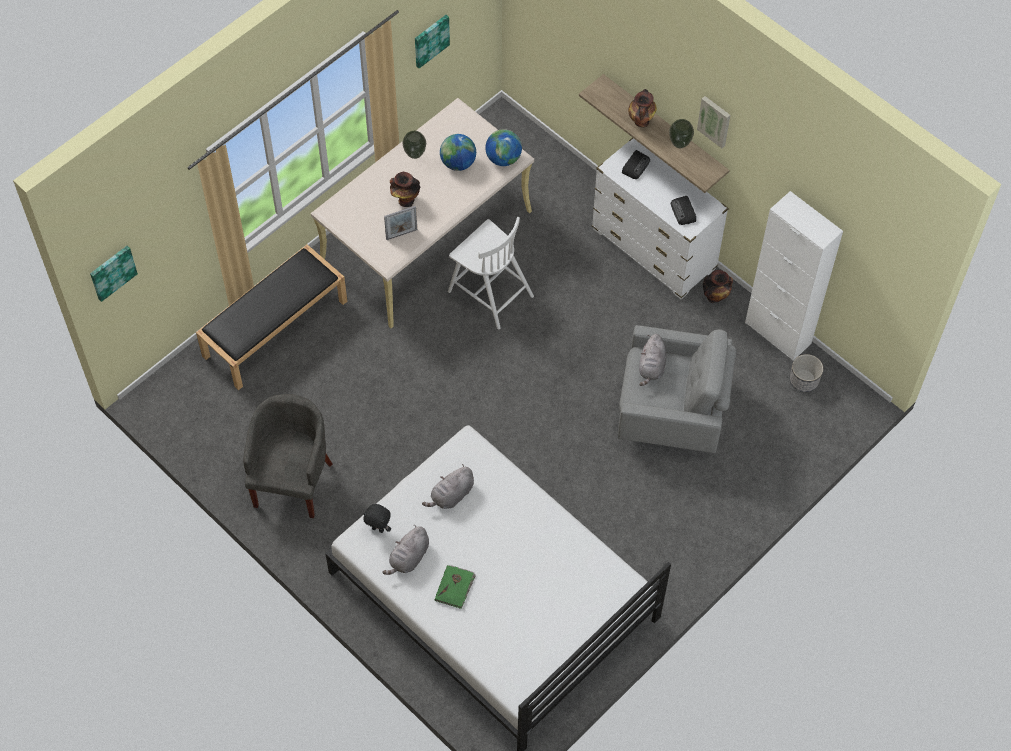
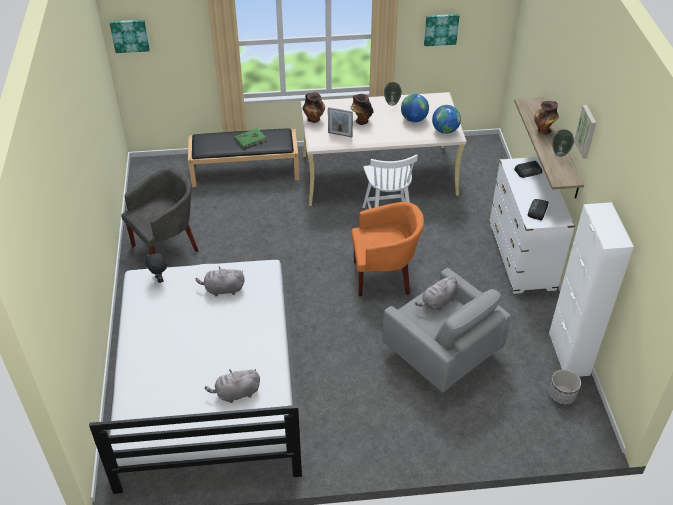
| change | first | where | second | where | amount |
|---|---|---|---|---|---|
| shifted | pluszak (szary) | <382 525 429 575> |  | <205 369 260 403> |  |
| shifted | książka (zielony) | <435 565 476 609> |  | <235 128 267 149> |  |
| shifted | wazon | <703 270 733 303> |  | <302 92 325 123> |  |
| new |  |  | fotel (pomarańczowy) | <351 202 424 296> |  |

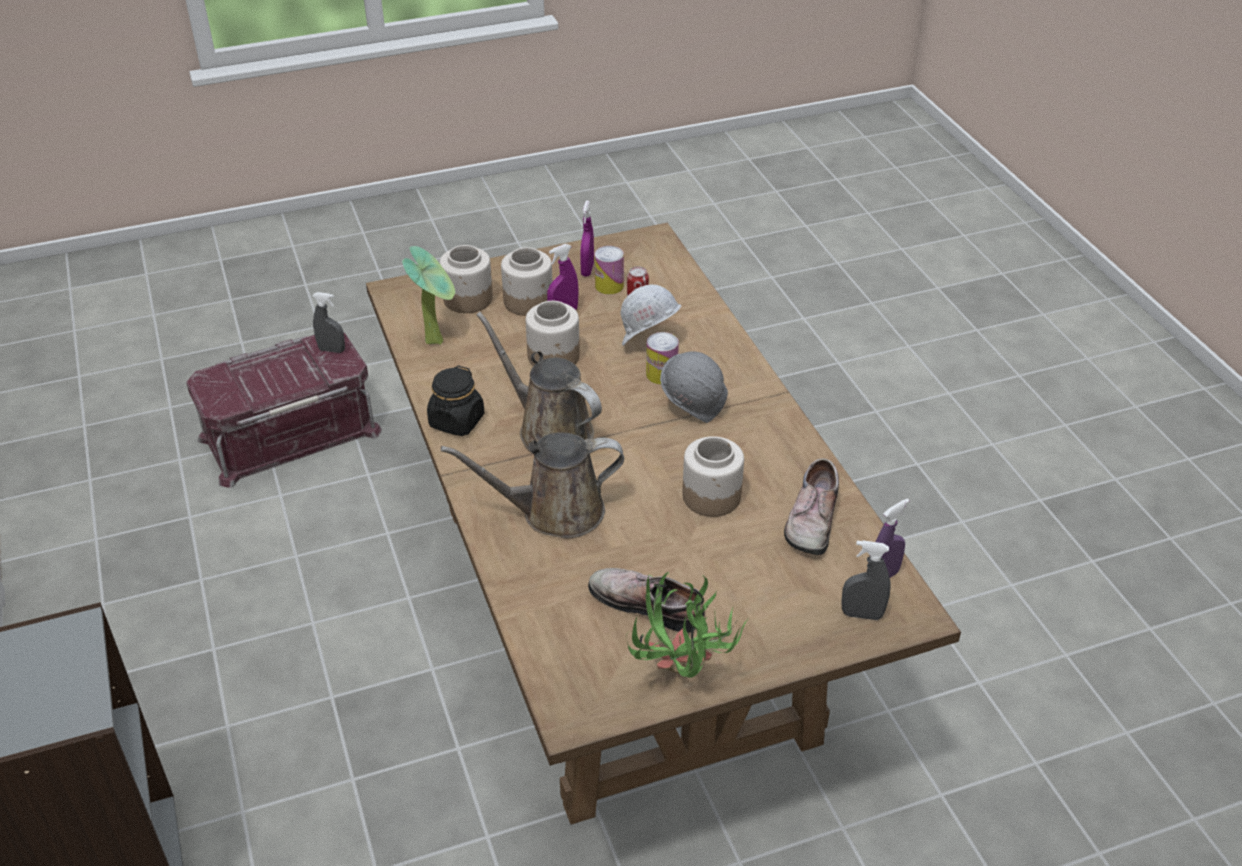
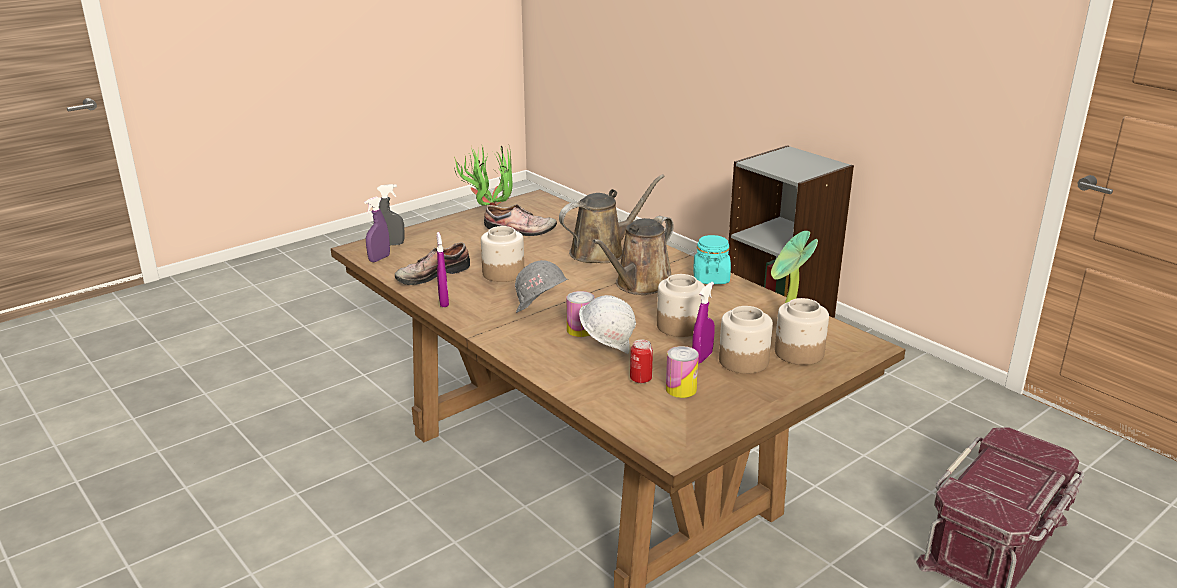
| change | first | where | second | where | amount |
|---|---|---|---|---|---|
| gone | spryskiwacz (szary) | <313 292 345 353> |  |  |  |
| repainted | słoik (czarny) | <427 365 484 436> | słoik (turkusowy) | <693 235 731 284> |  |
| rotated | konewka (brązowy) | <477 312 602 453> |  | <592 216 674 295> | 105 degrees clockwise |
| shifted | spryskiwacz (fioletowy) | <580 200 594 276> |  | <437 232 449 307> |  |
| rotated | but | <784 458 839 555> |  | <395 242 470 285> | 120 degrees counterclockwise |

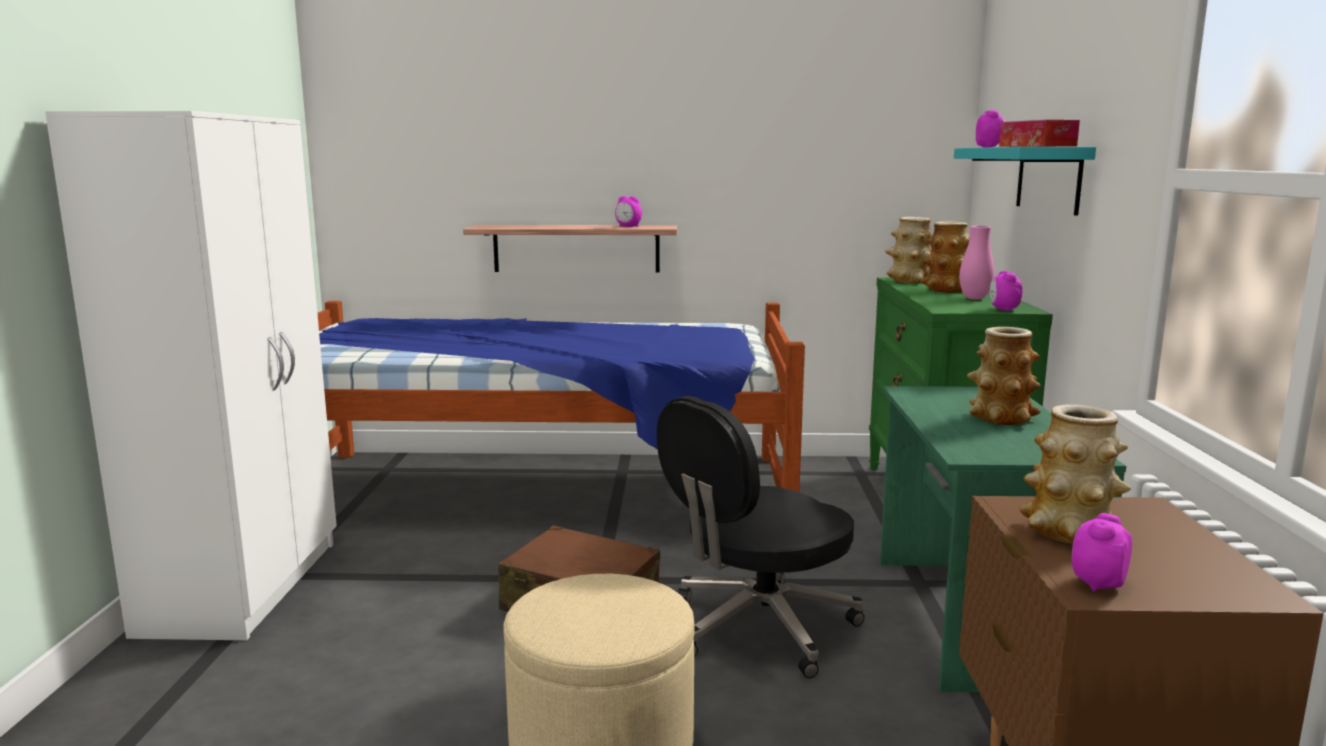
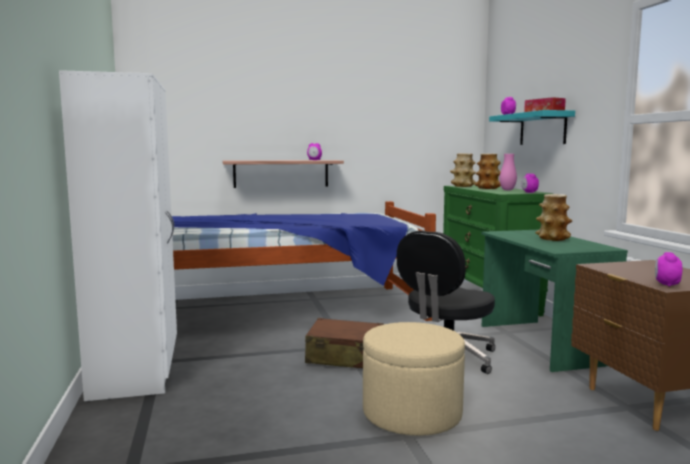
| change | first | where | second | where | amount |
|---|---|---|---|---|---|
| gone | wazon | <1019 404 1131 544> |  |  |  |

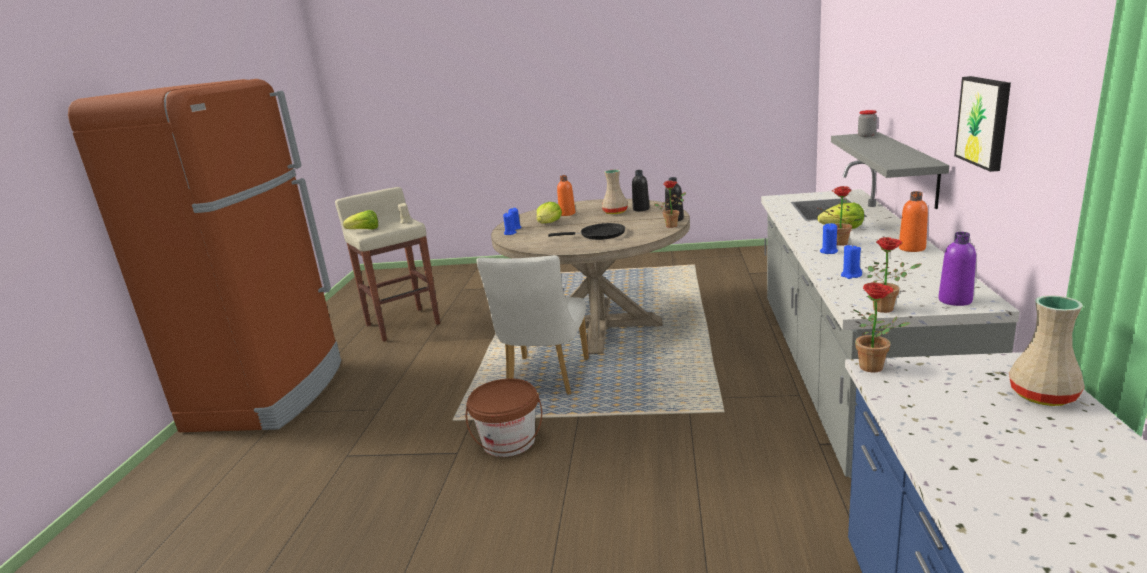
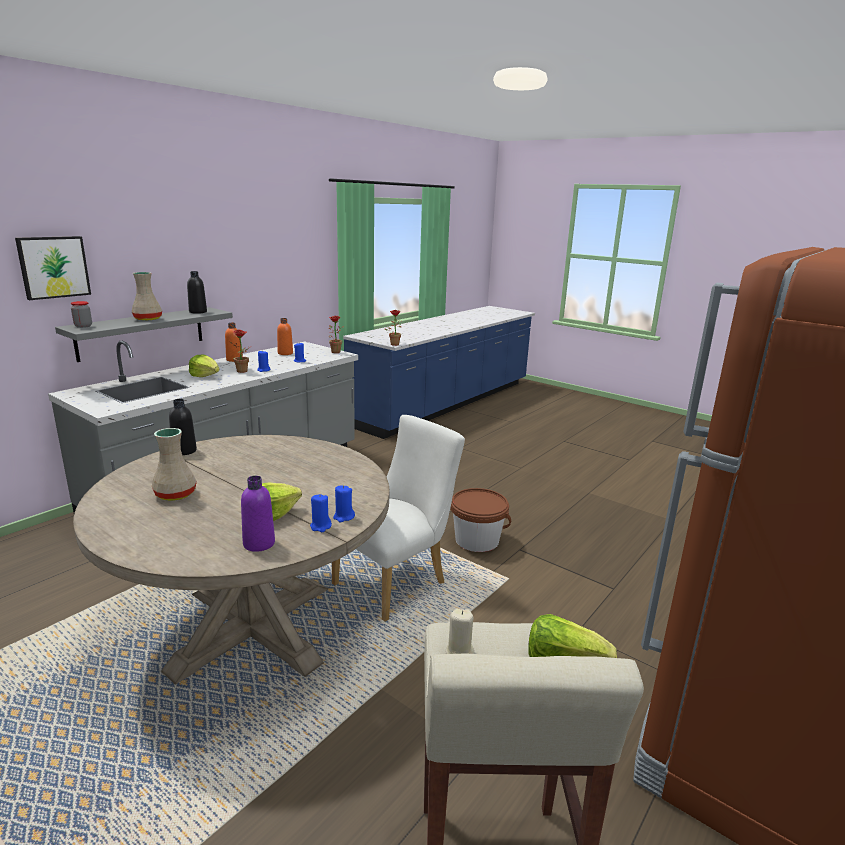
| change | first | where | second | where | amount |
|---|---|---|---|---|---|
| gone | patelnia (czarny) | <548 223 625 240> |  |  |  |
| shifted | butelka (pomarańczowy) | <557 175 575 216> |  | <277 318 293 355> |  |
| shifted | butelka (czarny) | <632 170 650 211> |  | <187 271 207 314> |  |
| gone | roślina doniczkowa | <654 181 686 228> |  |  |  |
| shifted | butelka (fioletowy) | <938 232 976 306> |  | <241 476 275 552> |  |
| shifted | obraz | <954 76 1011 172> |  | <15 236 91 300> |  |
| shifted | wazon (beżowy) | <1009 295 1085 406> |  | <132 272 162 321> |  |

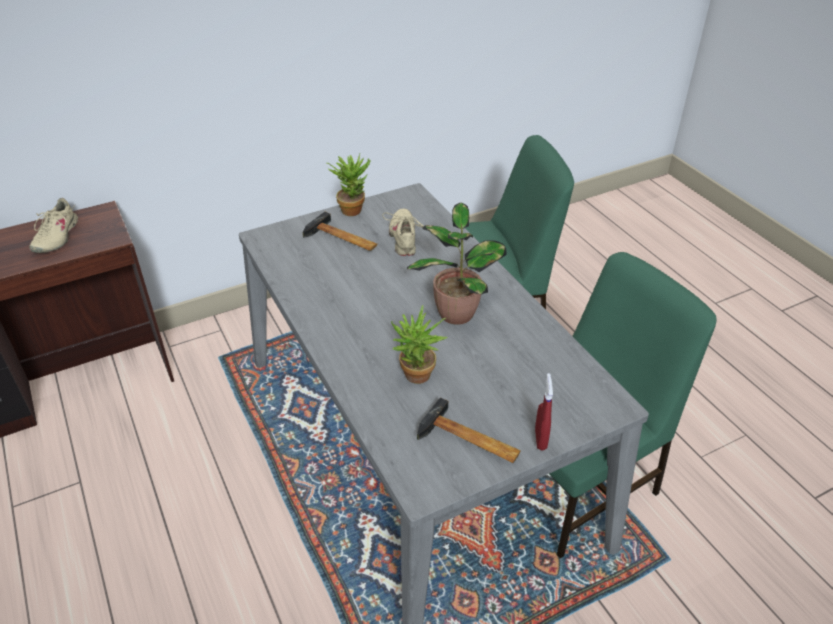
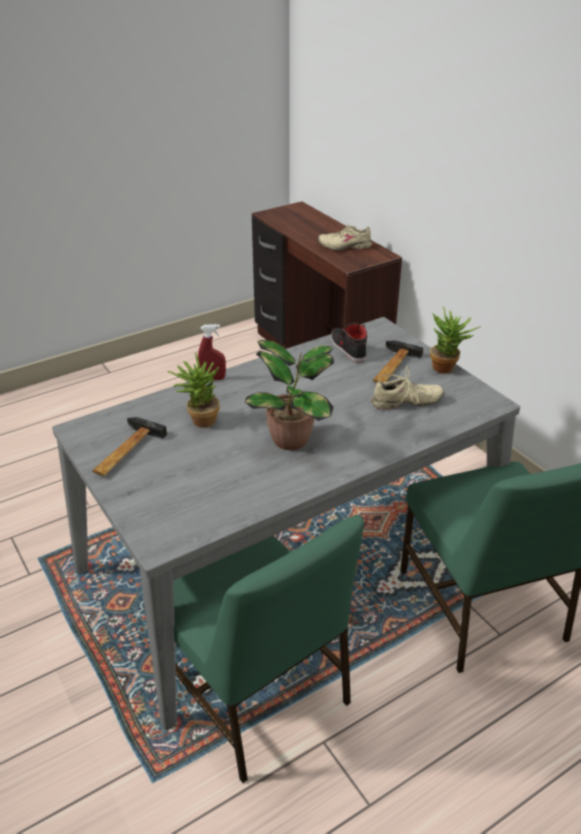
| change | first | where | second | where | amount |
|---|---|---|---|---|---|
| shifted | spryskiwacz (czerwony) | <535 373 553 451> |  | <198 324 226 380> |  |
| new |  |  | but (czarny) | <331 322 367 363> |  |

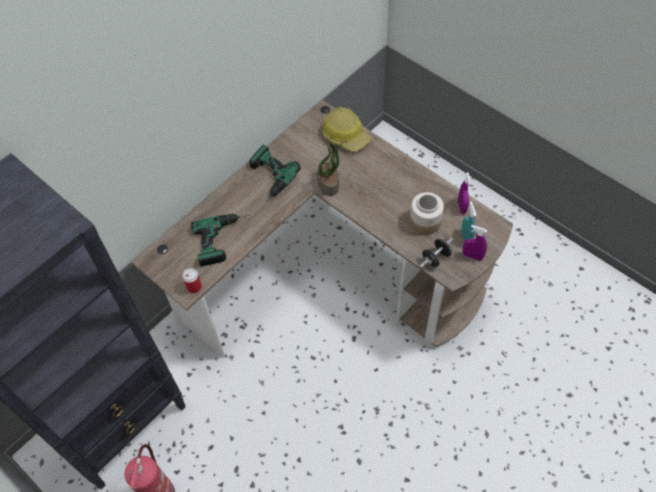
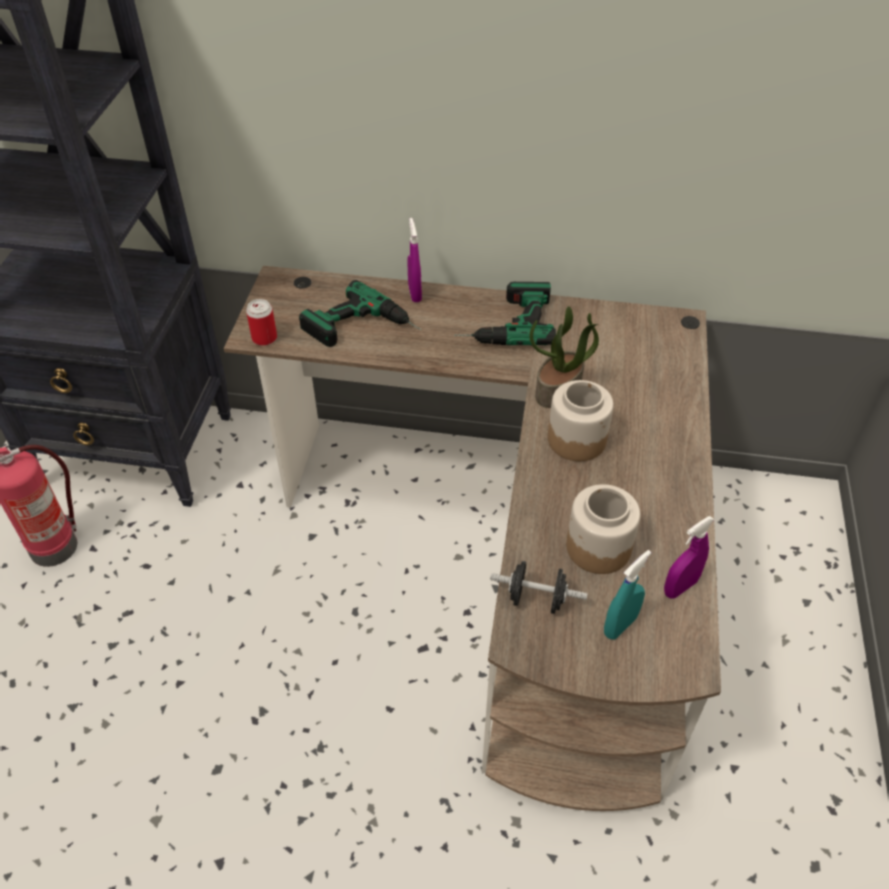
| change | first | where | second | where | amount |
|---|---|---|---|---|---|
| gone | kask | <322 107 371 152> |  |  |  |
| shifted | spryskiwacz (fioletowy) | <463 225 487 261> |  | <408 218 422 302> |  |
| new |  |  | słoik | <548 380 614 461> |  |

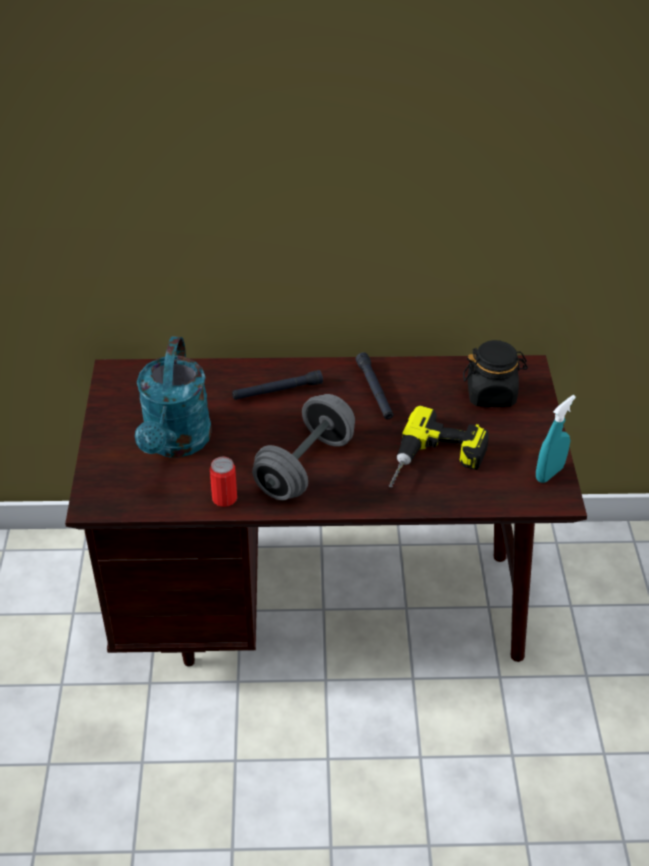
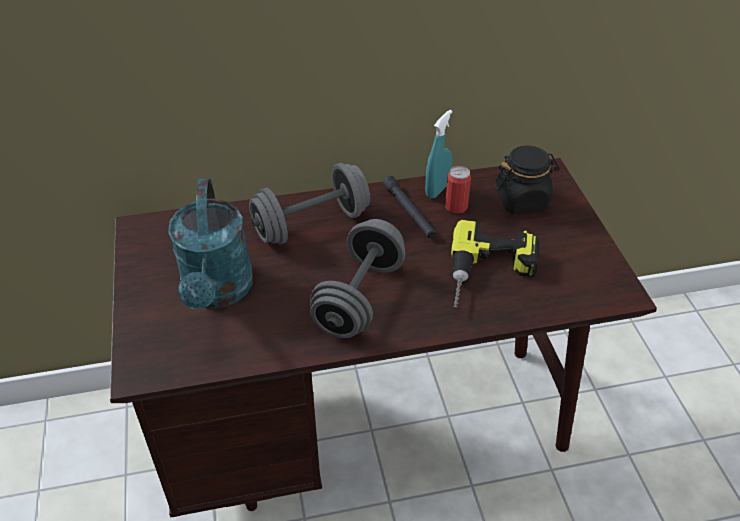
| change | first | where | second | where | amount |
|---|---|---|---|---|---|
| shifted | puszka | <210 457 237 507> |  | <445 166 471 214> |  |
| swapped | latarka (czarny) | <232 370 323 400> | hantel (szary) | <249 163 370 245> |  |
| shifted | spryskiwacz (turkusowy) | <536 395 576 483> |  | <425 110 452 199> |  |

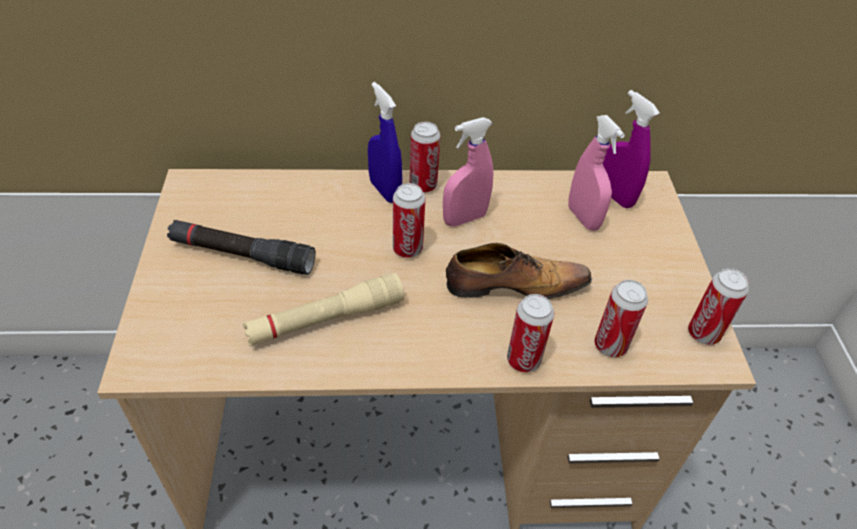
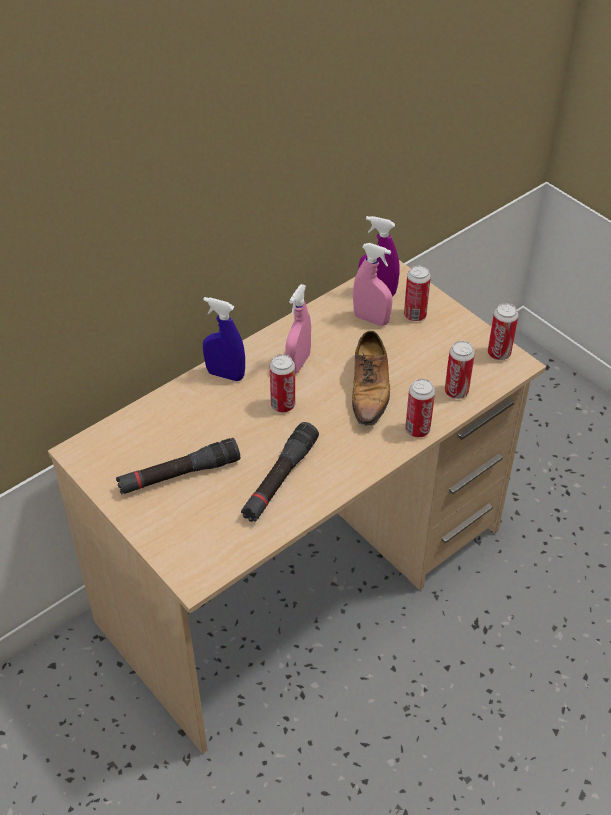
| change | first | where | second | where | amount |
|---|---|---|---|---|---|
| repainted | latarka (beżowy) | <243 273 404 346> | latarka (czarny) | <241 422 319 522> |  |
| shifted | puszka | <410 121 440 193> |  | <404 265 431 321> |  |
| rotated | but | <446 243 592 299> |  | <352 331 390 429> | 135 degrees clockwise |

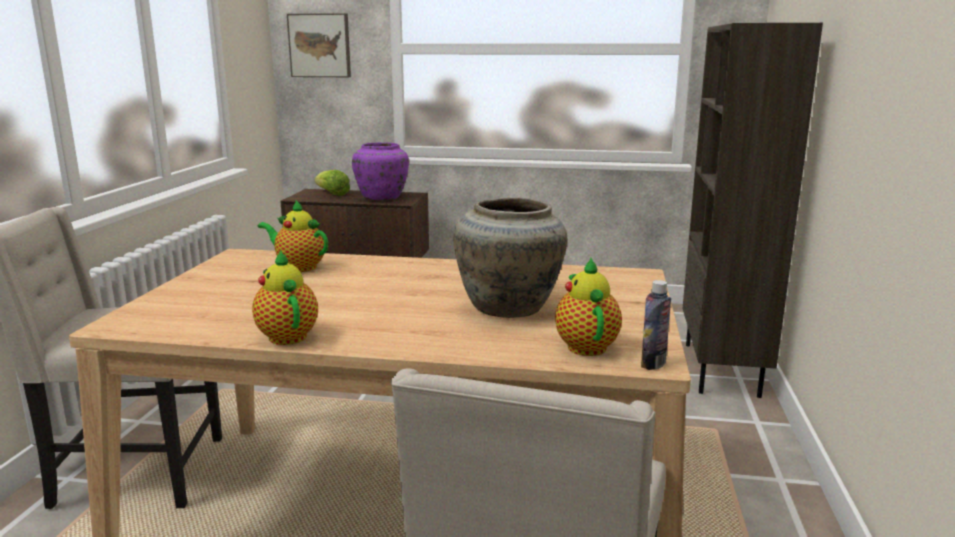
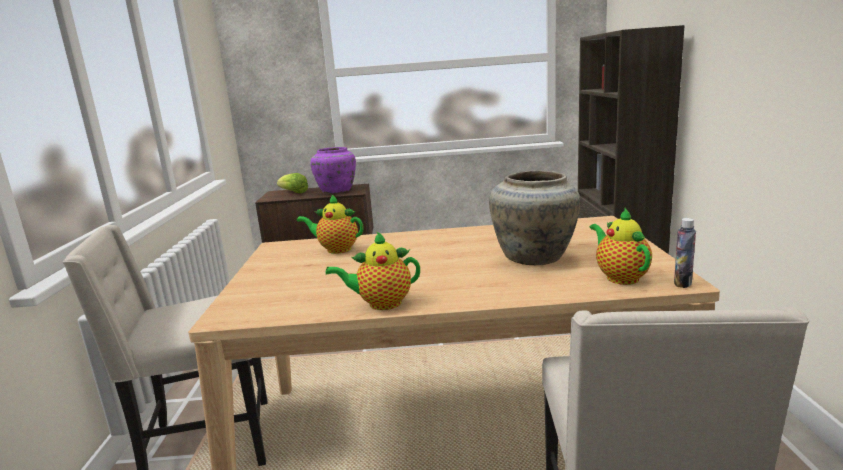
| change | first | where | second | where | amount |
|---|---|---|---|---|---|
| rotated | imbryk | <252 249 318 345> |  | <326 231 420 310> | 60 degrees counterclockwise |
| gone | obraz | <287 13 351 77> |  |  |  |

